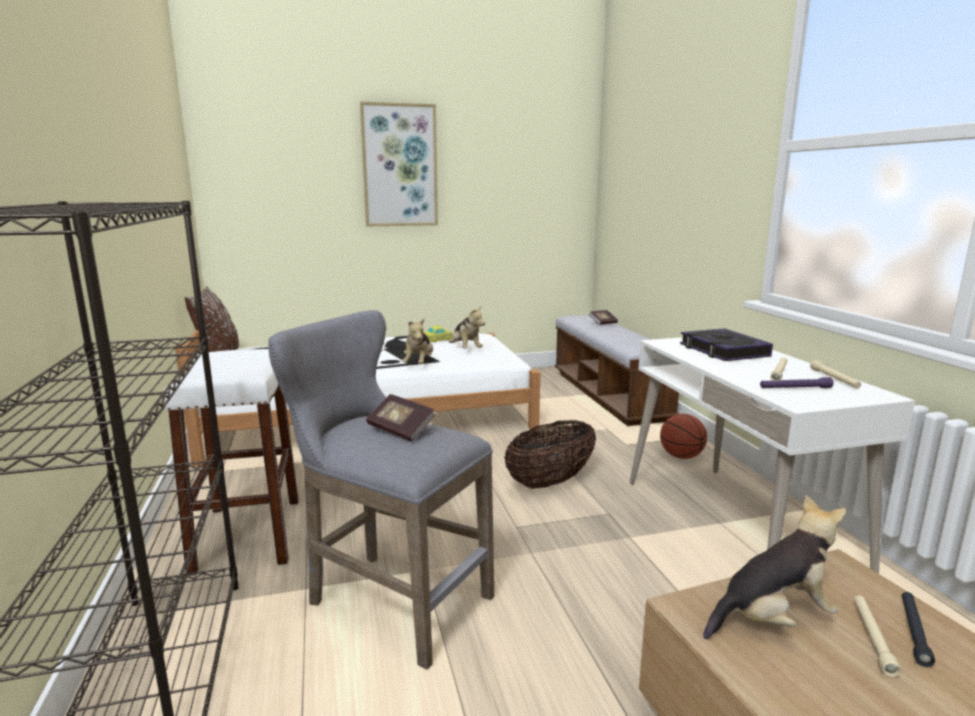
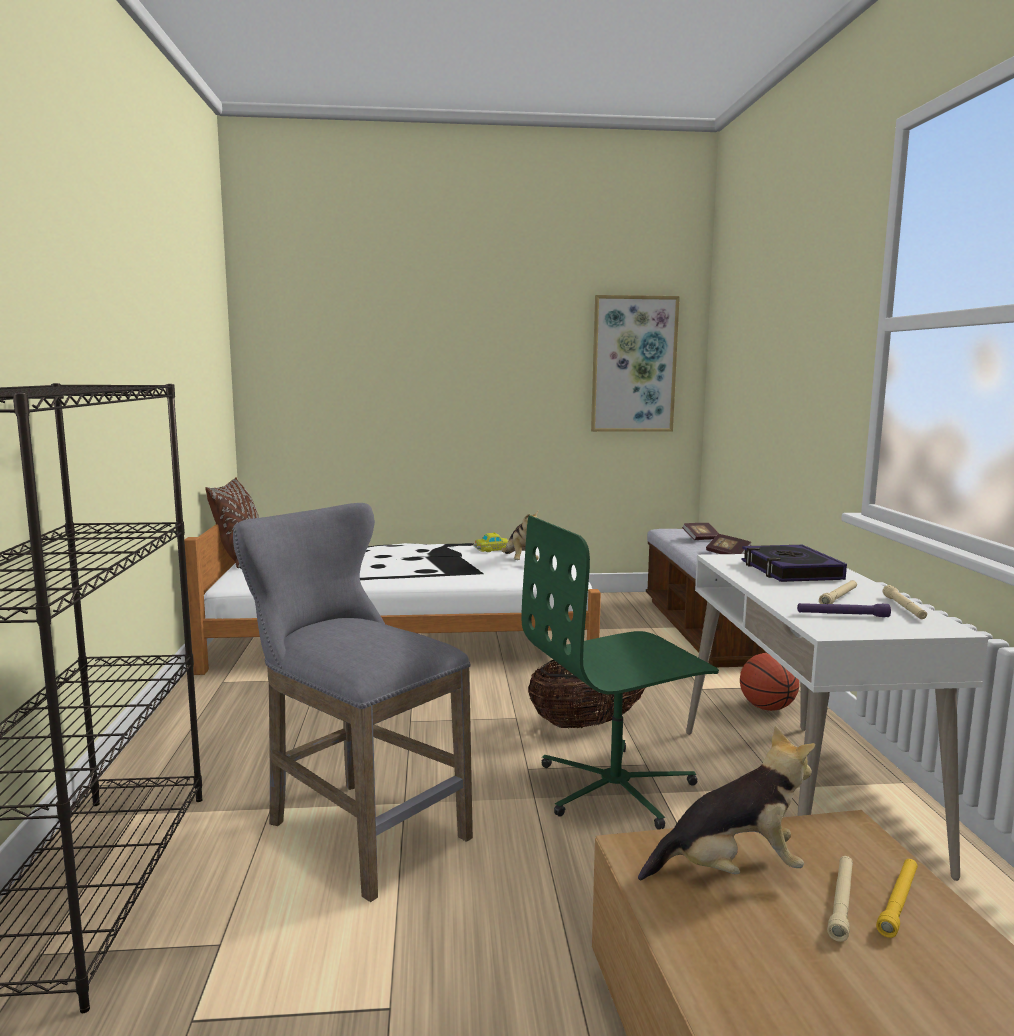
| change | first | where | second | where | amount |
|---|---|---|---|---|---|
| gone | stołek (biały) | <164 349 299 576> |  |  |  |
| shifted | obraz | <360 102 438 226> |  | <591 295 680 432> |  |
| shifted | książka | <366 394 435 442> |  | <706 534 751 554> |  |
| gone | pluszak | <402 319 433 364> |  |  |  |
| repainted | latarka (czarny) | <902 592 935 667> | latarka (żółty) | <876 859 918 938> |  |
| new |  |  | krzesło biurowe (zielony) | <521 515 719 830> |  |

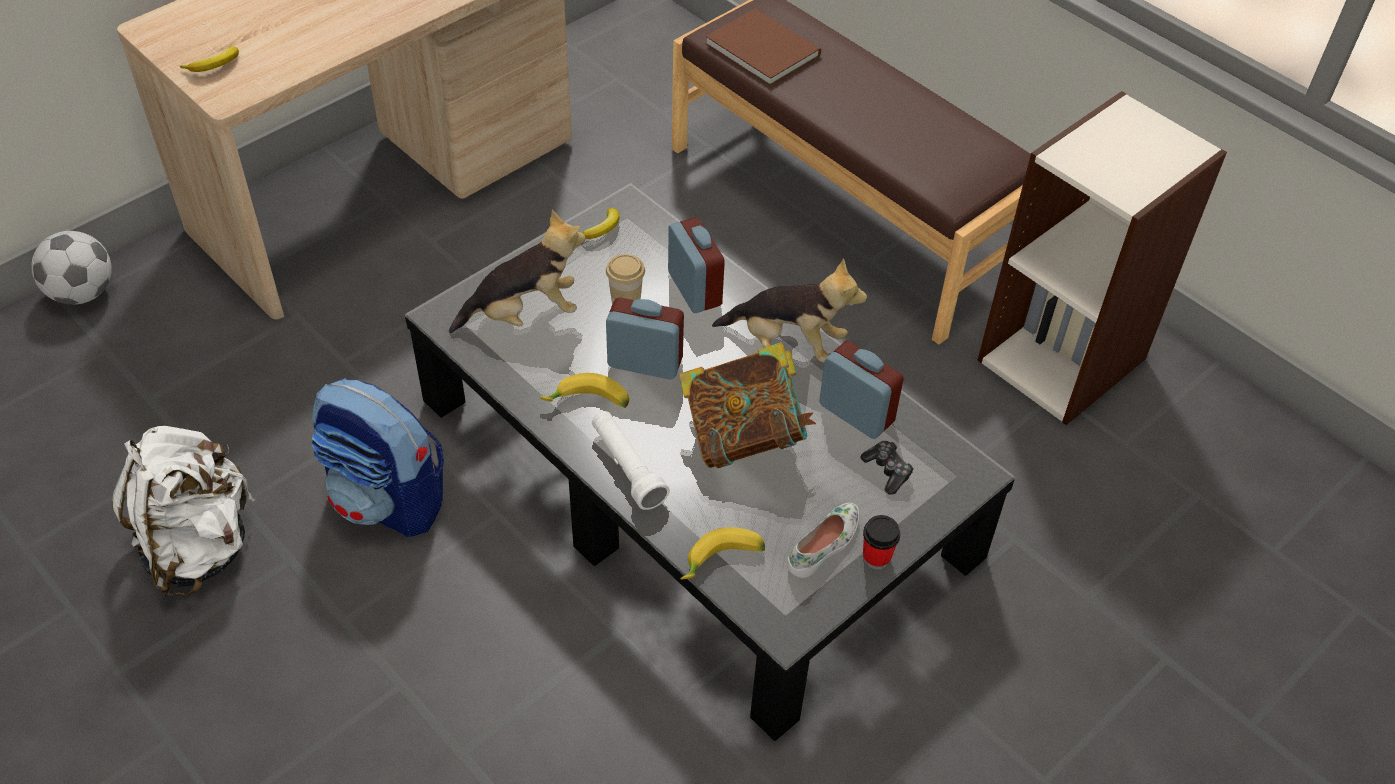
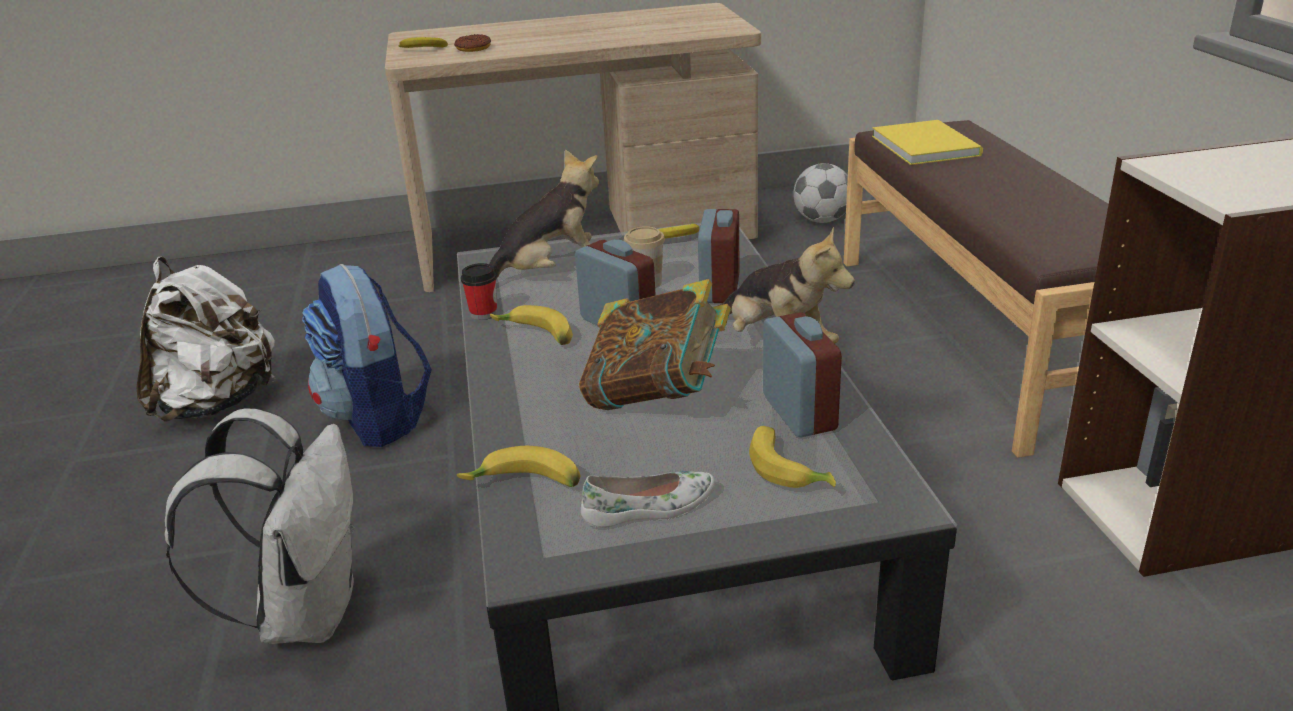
| change | first | where | second | where | amount |
|---|---|---|---|---|---|
| shifted | piłka futbolowa | <31 231 112 305> |  | <793 163 848 223> |  |
| rotated | pluszak | <449 210 585 333> |  | <489 149 599 280> | 45 degrees counterclockwise |
| gone | latarka (biały) | <592 411 670 510> |  |  |  |
| repainted | książka (brązowy) | <705 8 821 86> | książka (żółty) | <872 120 983 165> |  |
| swapped | pad do gier | <860 441 914 495> | banan | <749 426 836 488> |  |
| shifted | filiżanka | <863 515 900 569> |  | <461 263 497 320> |  |
| new |  |  | plecak (biały) | <165 409 355 644> |  |
| new |  |  | donut | <454 34 491 52> |  |

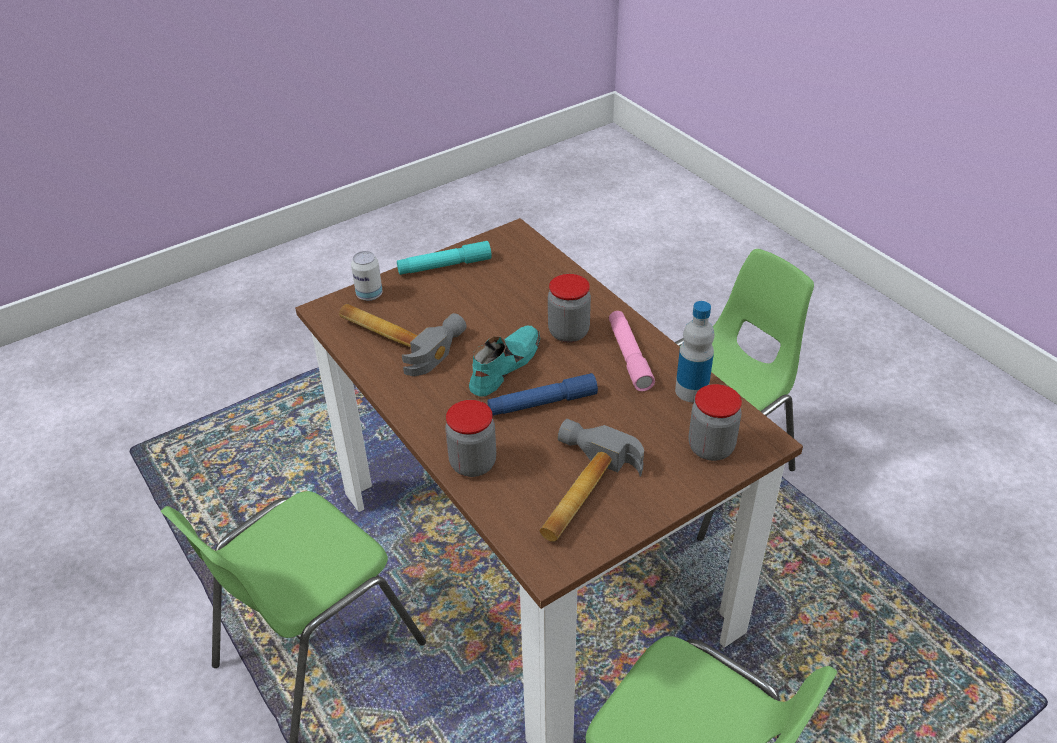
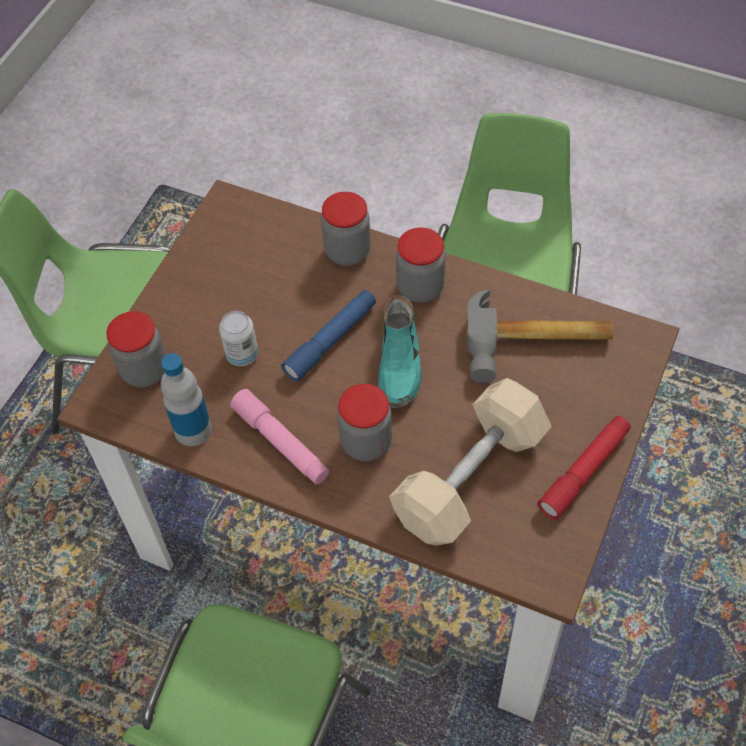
| change | first | where | second | where | amount |
|---|---|---|---|---|---|
| shifted | puszka | <351 251 383 301> |  | <219 311 258 366> |  |
| repainted | latarka (turkusowy) | <397 241 492 275> | latarka (czerwony) | <537 416 631 520> |  |
| gone | młotek | <539 419 644 542> |  |  |  |
| new |  |  | hantel (beżowy) | <389 378 552 546> |  |
| new |  |  | słoik | <396 227 446 303> |  |

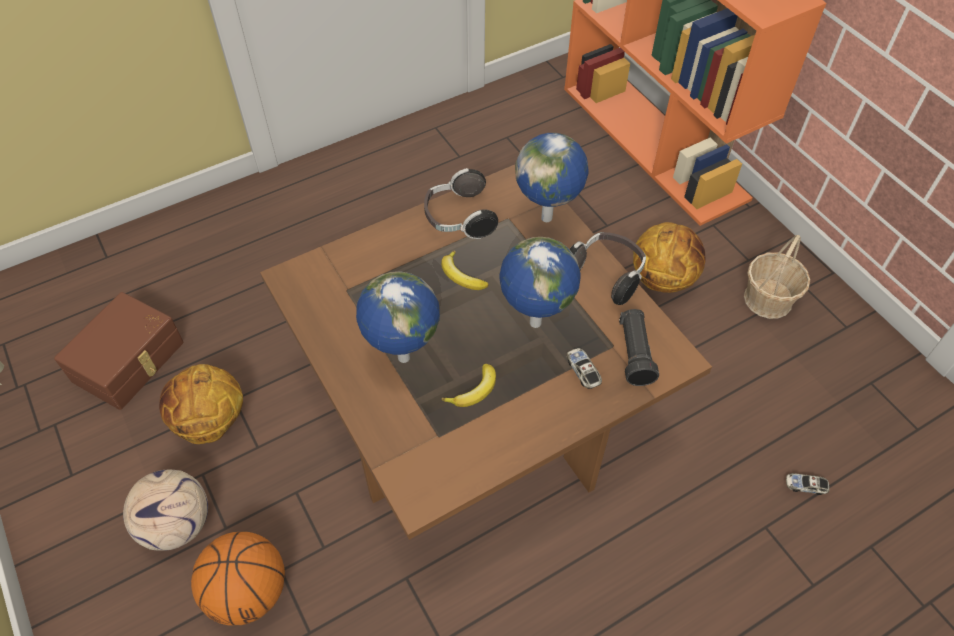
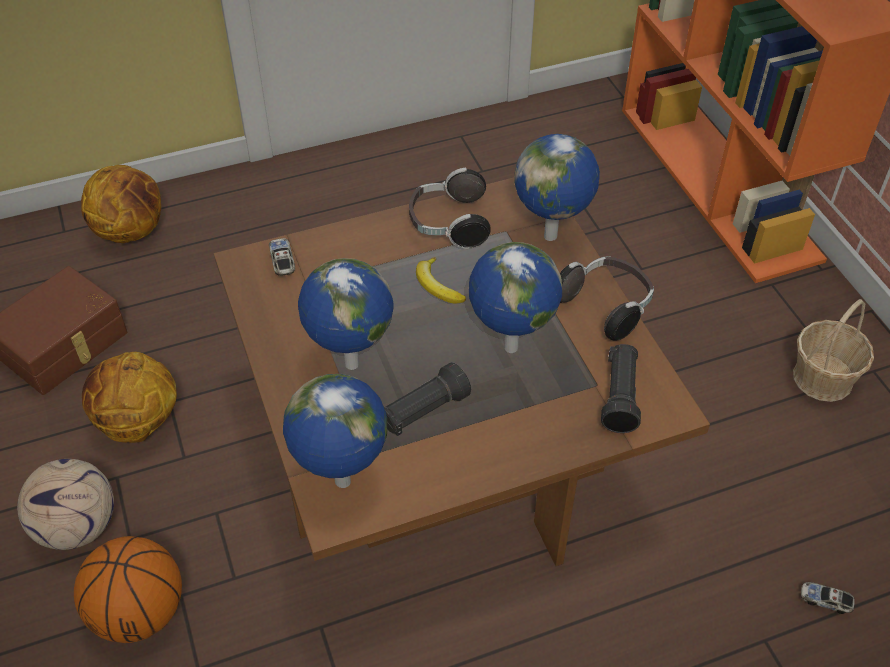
| change | first | where | second | where | amount |
|---|---|---|---|---|---|
| swapped | banan | <441 364 496 407> | latarka (czarny) | <384 363 471 436> |  |
| shifted | samochodzik | <567 348 602 389> |  | <269 238 295 276> |  |
| shifted | piłka do koszykówki | <633 222 705 293> |  | <81 165 161 243> |  |
| new |  |  | globus | <283 374 387 488> |  |

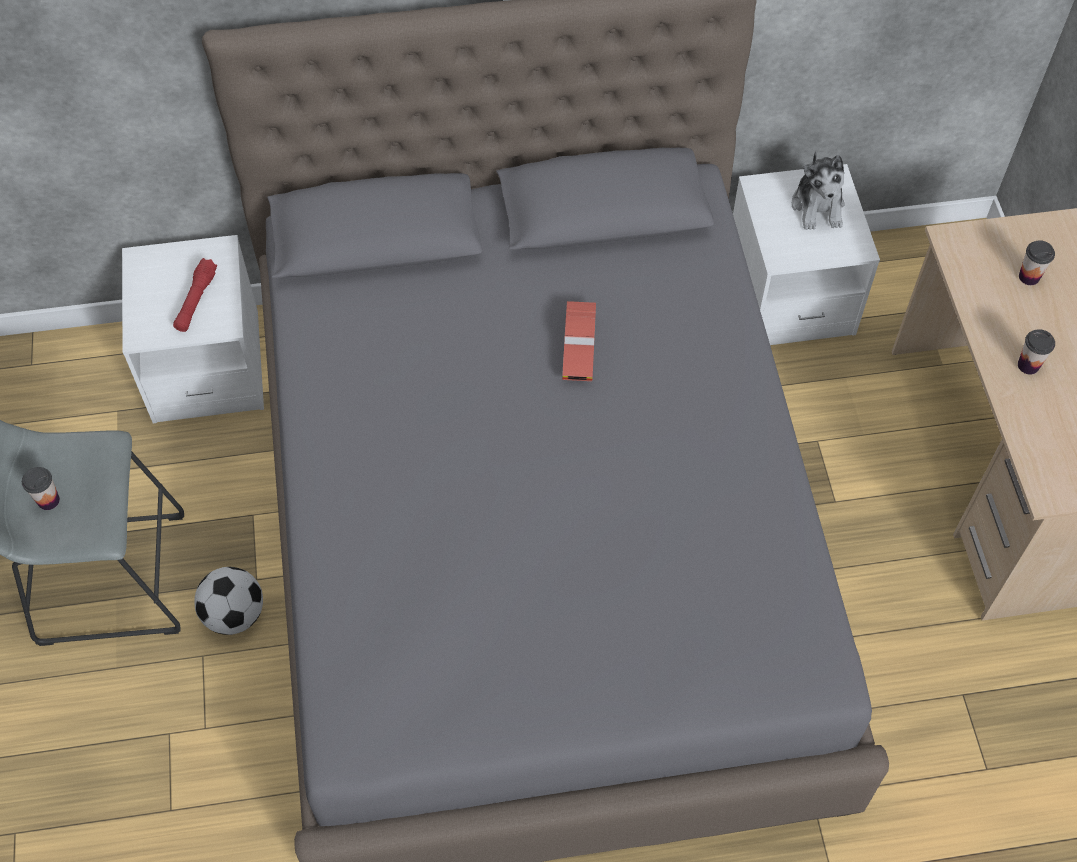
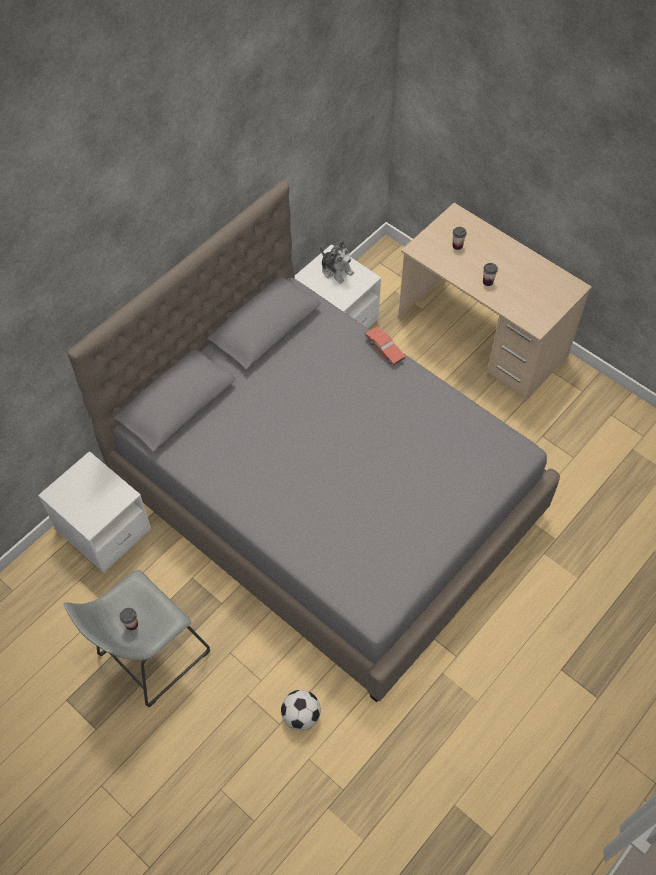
| change | first | where | second | where | amount |
|---|---|---|---|---|---|
| gone | latarka (czerwony) | <173 258 217 332> |  |  |  |
| shifted | piłka futbolowa | <194 567 263 635> |  | <281 690 321 731> |  |
| shifted | samochodzik (czerwony) | <562 301 596 381> |  | <365 326 406 366> |  |

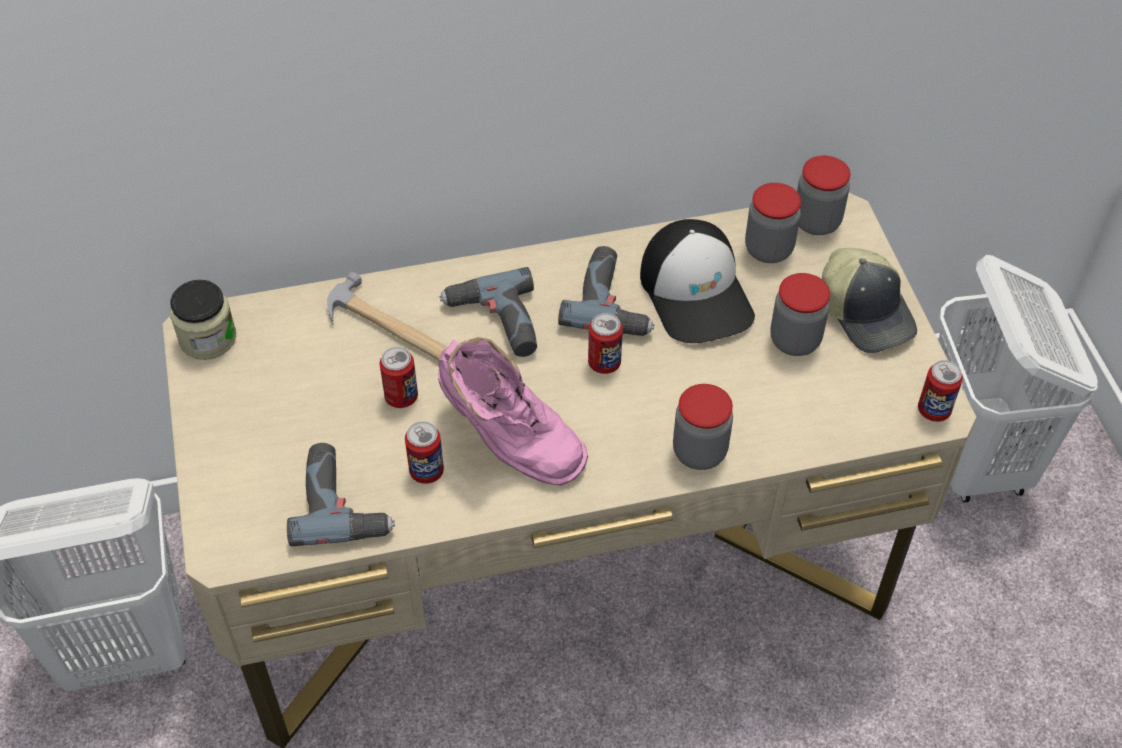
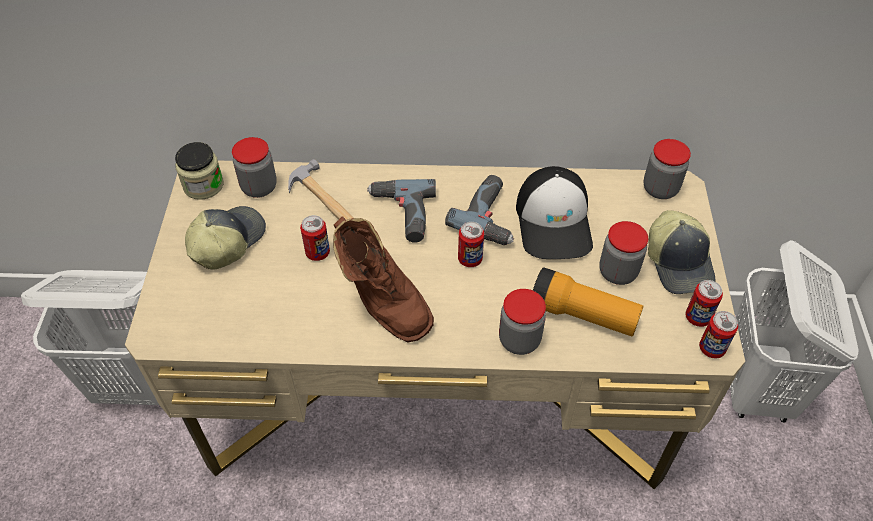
| change | first | where | second | where | amount |
|---|---|---|---|---|---|
| gone | wiertarka | <287 443 395 546> |  |  |  |
| shifted | puszka | <405 421 444 484> |  | <685 280 723 327> |  |
| repainted | but z cholewką (różowy) | <438 337 588 486> | but z cholewką (brązowy) | <333 216 434 342> |  |
| shifted | słoik | <745 183 801 263> |  | <232 137 277 198> |  |
| new |  |  | czapka z daszkiem | <185 206 266 270> |  |
| new |  |  | latarka | <533 267 643 337> |  |

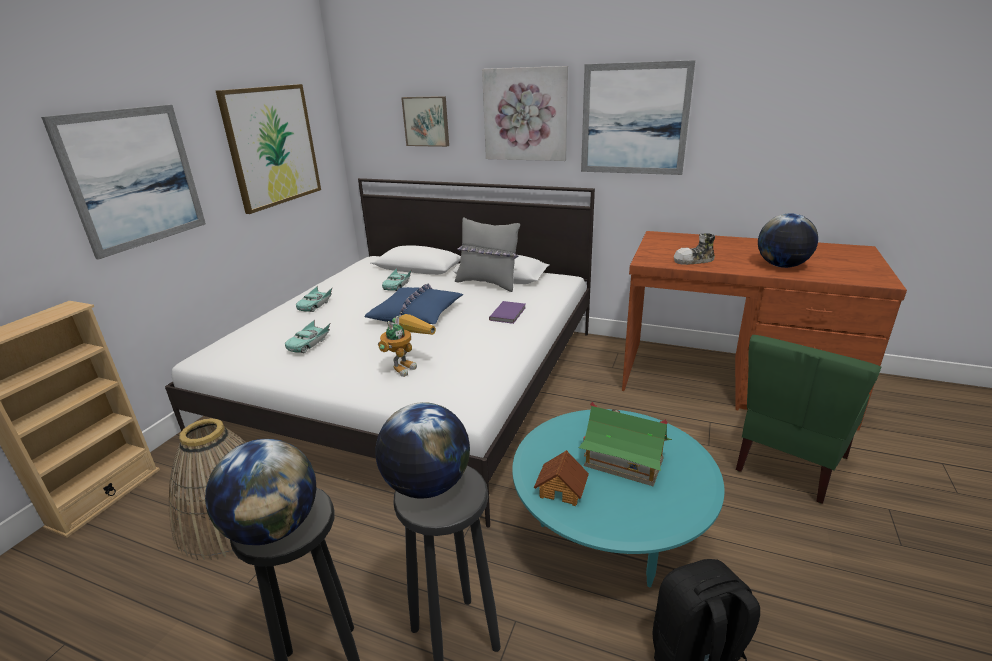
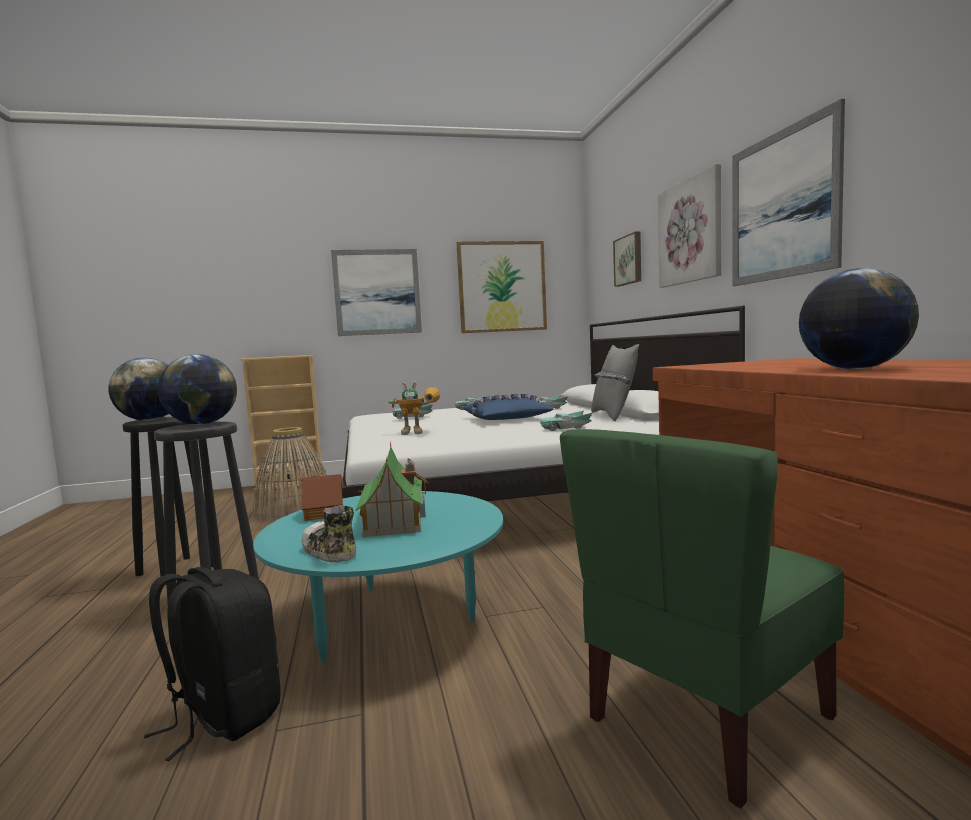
| change | first | where | second | where | amount |
|---|---|---|---|---|---|
| swapped | książka (fioletowy) | <489 301 525 324> | samochodzik (turkusowy) | <541 410 592 431> |  |
| shifted | but | <674 233 715 265> |  | <301 505 356 563> |  |
| rotated | krzesło (zielony) | <736 335 881 504> |  | <560 429 844 808> | 45 degrees counterclockwise |

